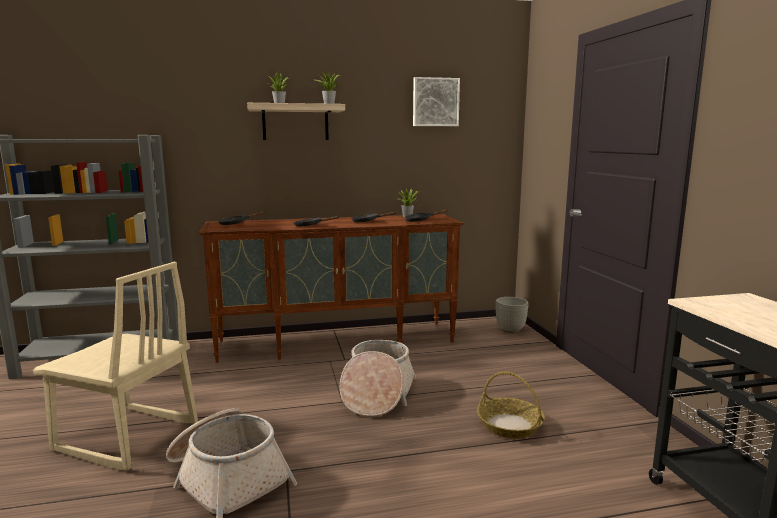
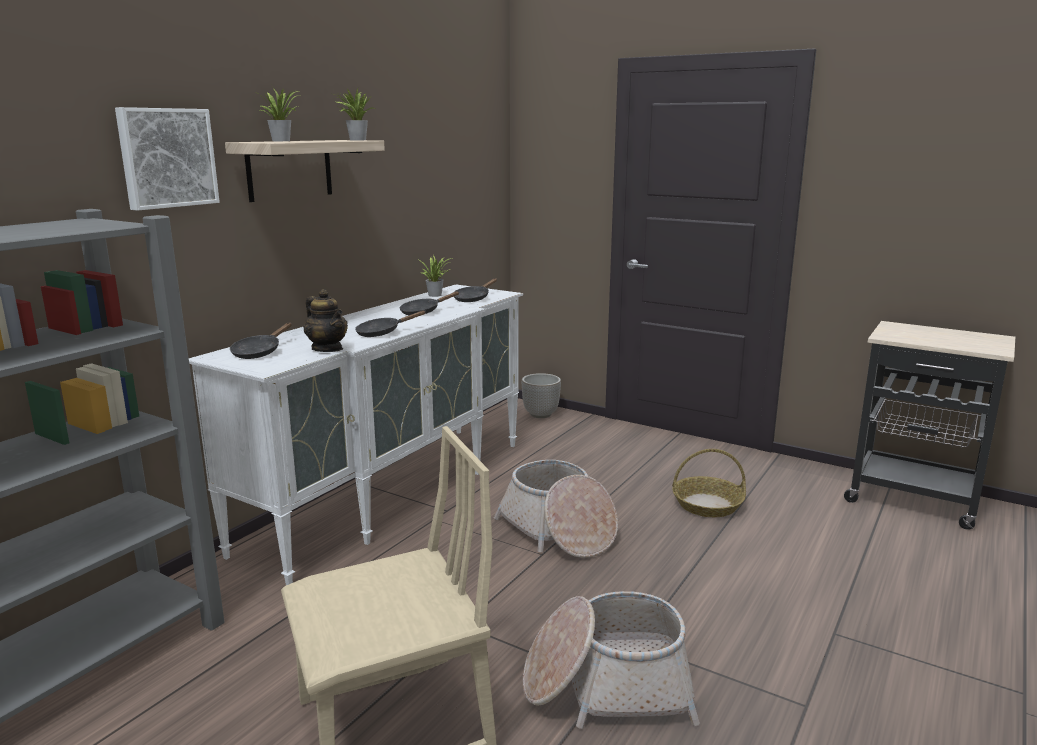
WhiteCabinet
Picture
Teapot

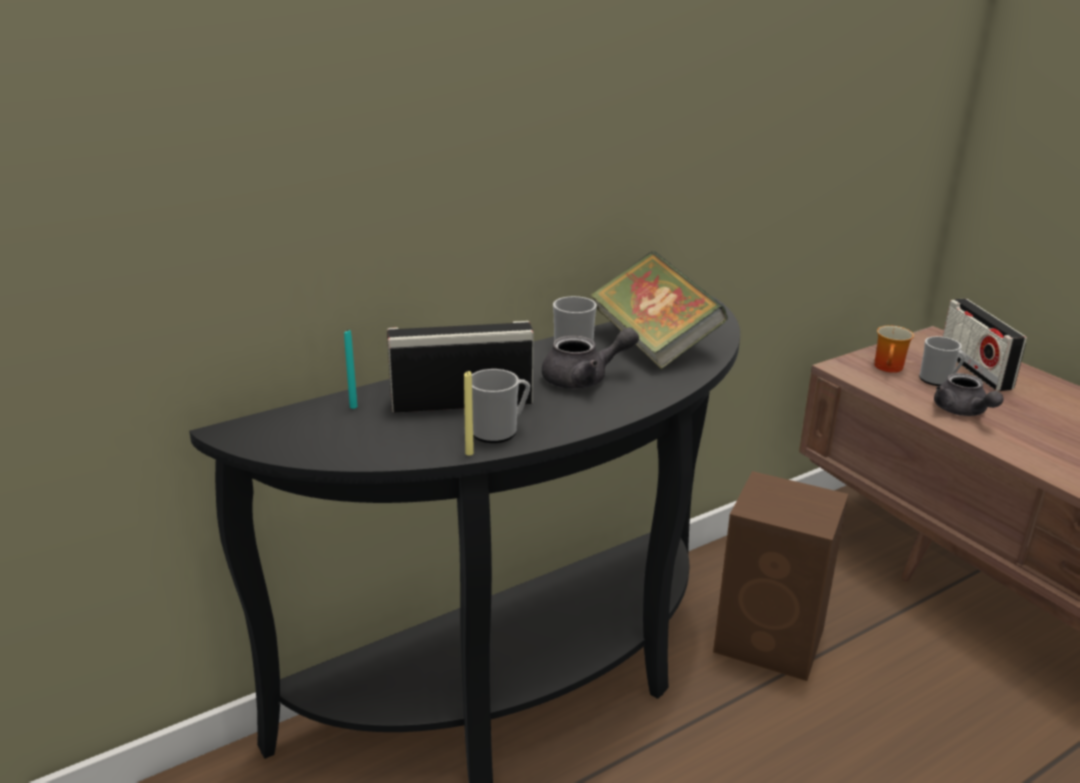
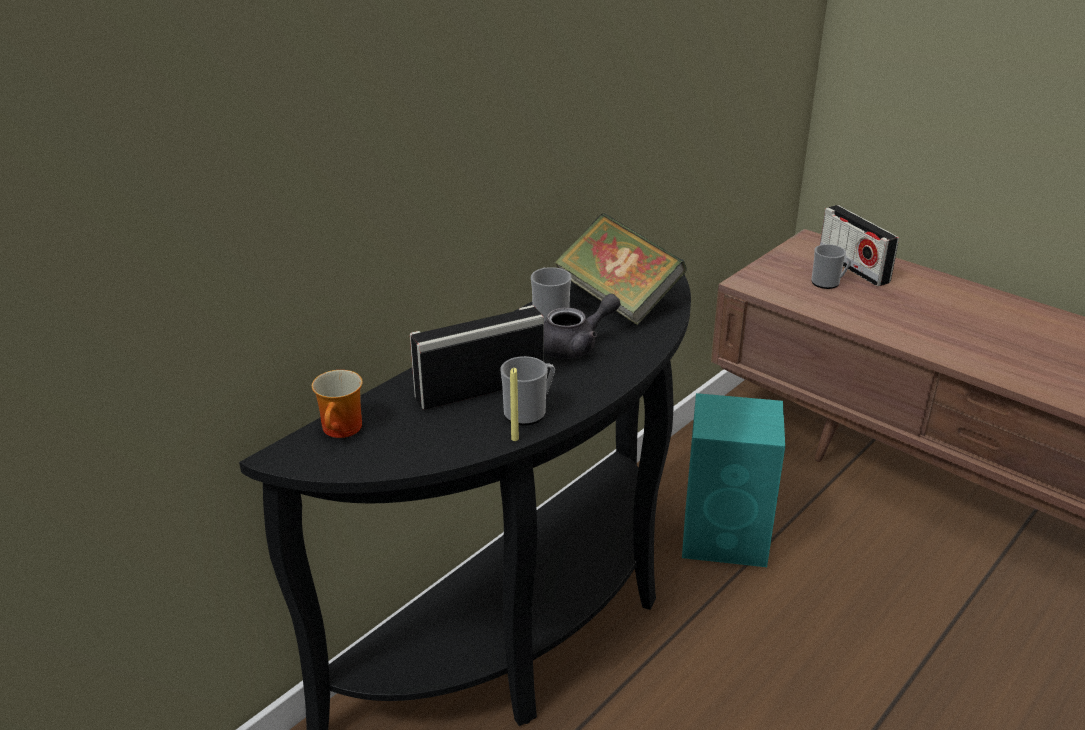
TurquoiseCandle
TurquoiseSpeaker
Mug (no. 1 from left)
GreyTeapot (no. 2 from left in the first image)

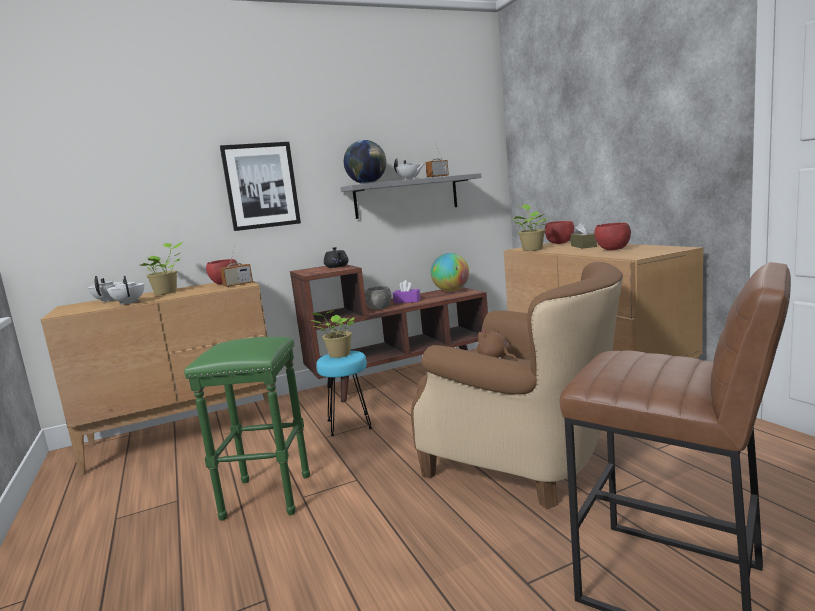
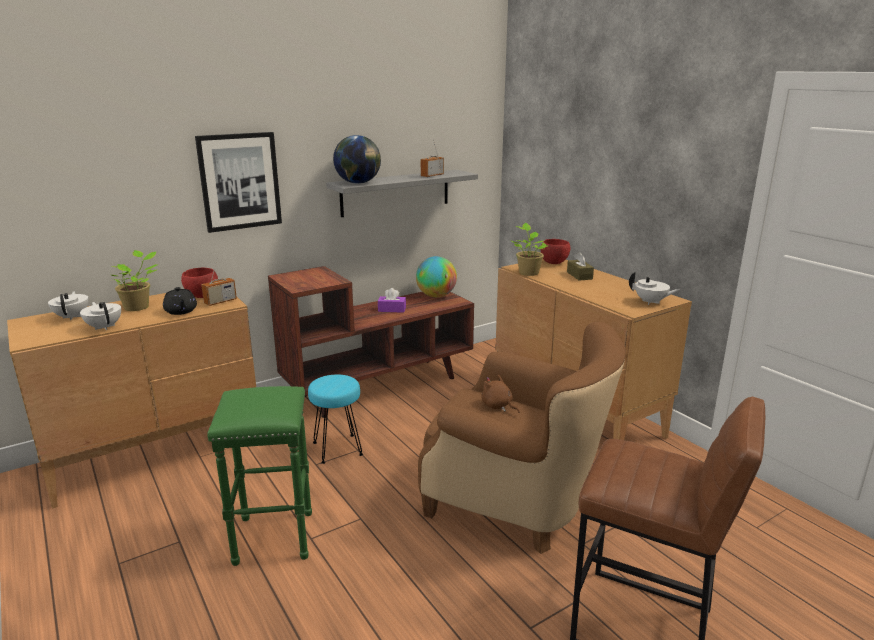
PottedPlant (no. 2 from left in the first image)
BlackTeapot
GreyBowl
WhiteTeapot (no. 3 from left)
RedBowl (no. 3 from left in the first image)

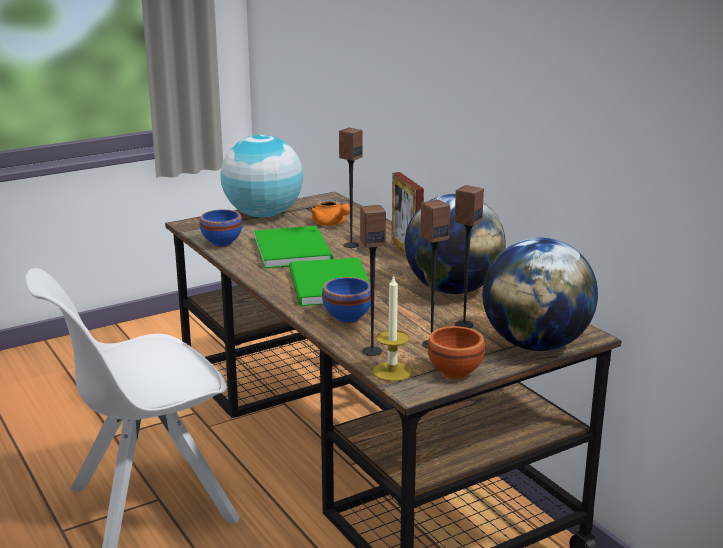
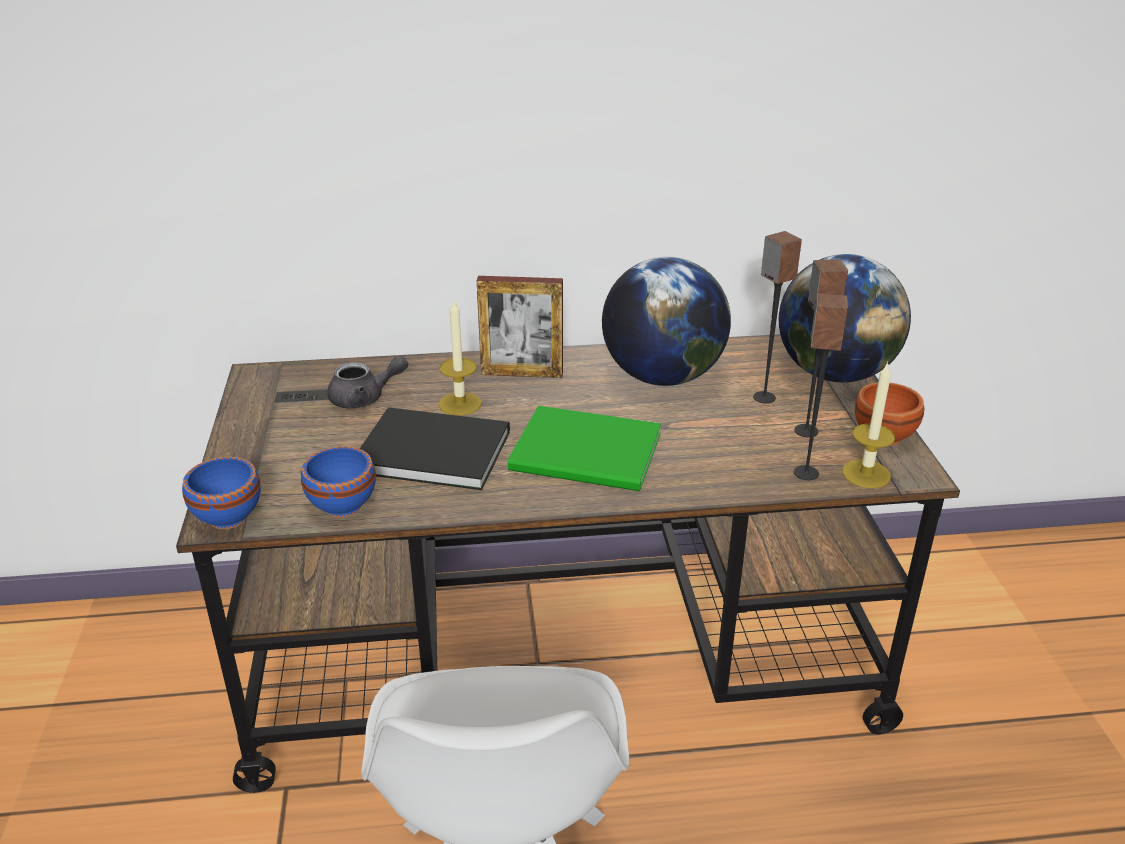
Globe (no. 1 from left in the first image)
BlackBook
GreyTeapot
BlueBowl (no. 1 from left)
Candle (no. 1 from left)

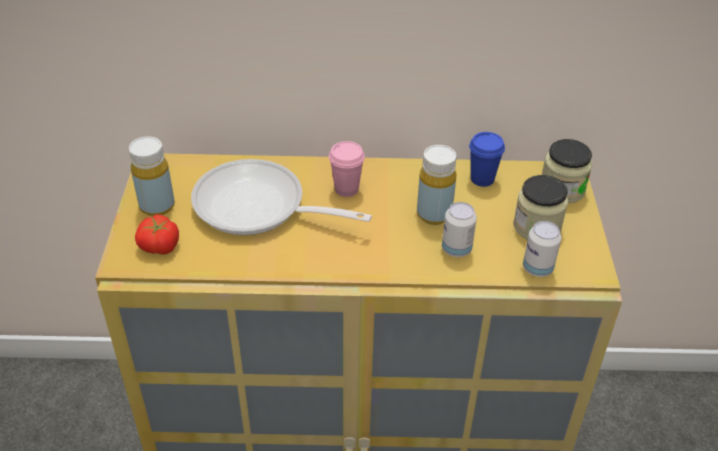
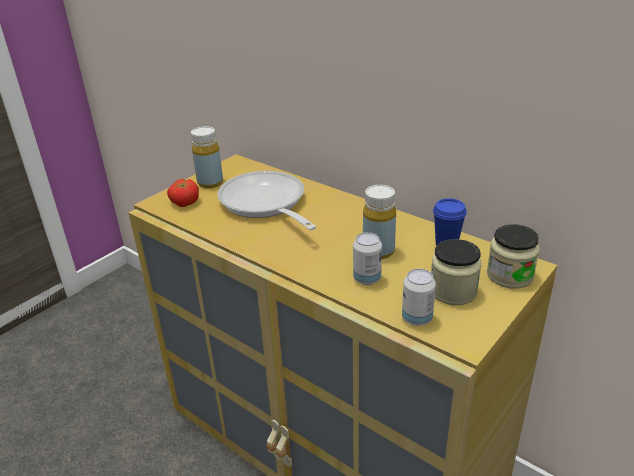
PinkCup

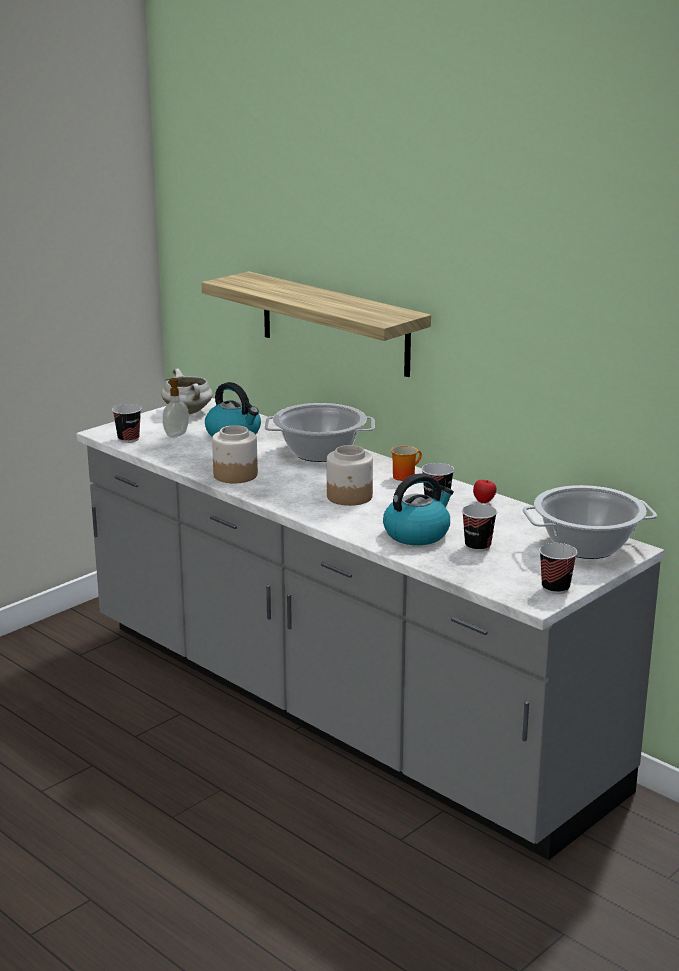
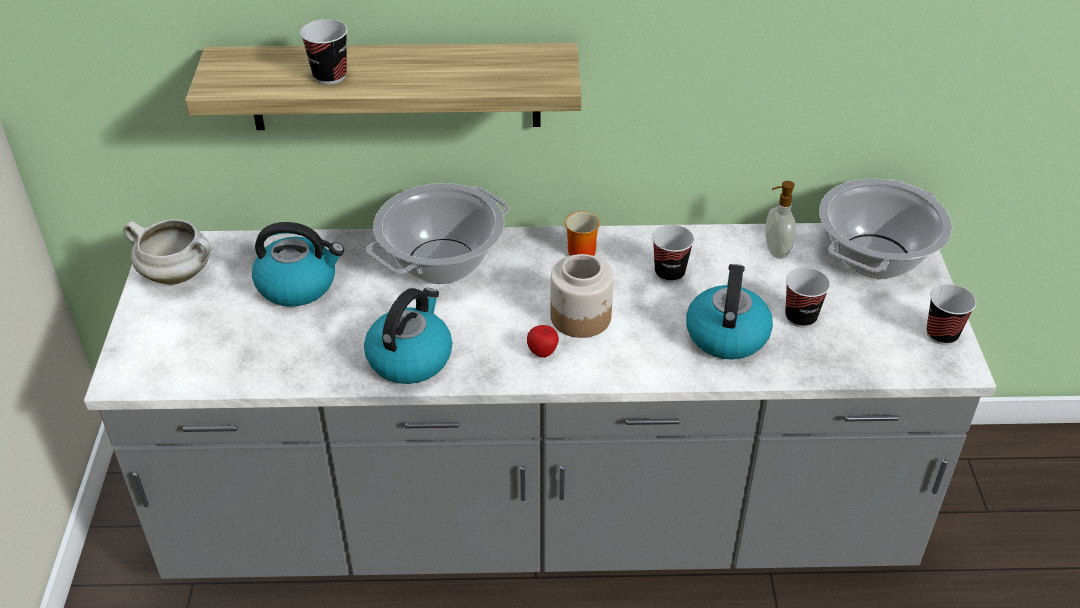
Cup (no. 1 from left)
SoapDispenser
Kettle (no. 2 from left)
Apple

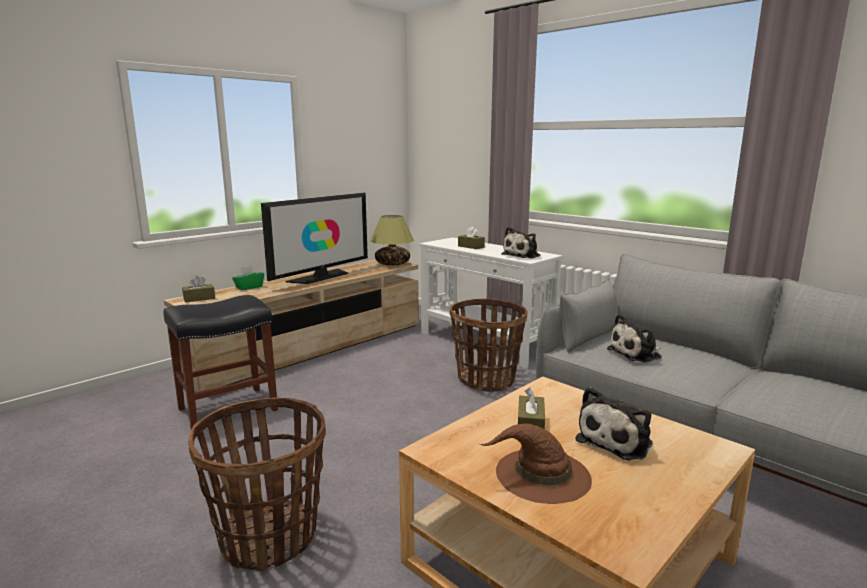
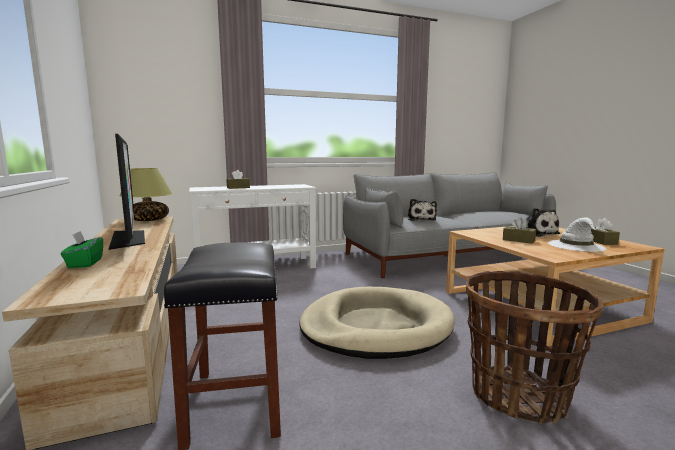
BrownTissueBox (no. 3 from left)
Basket (no. 2 from left in the first image)
WhiteHat
PlushToy (no. 1 from left in the first image)
BeigeDogBed

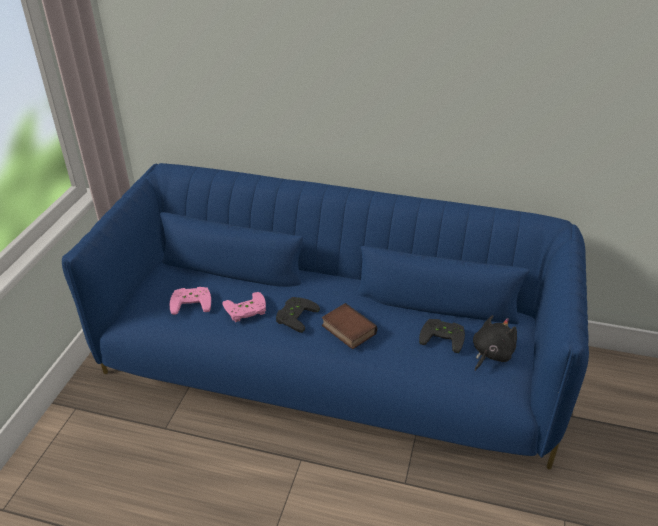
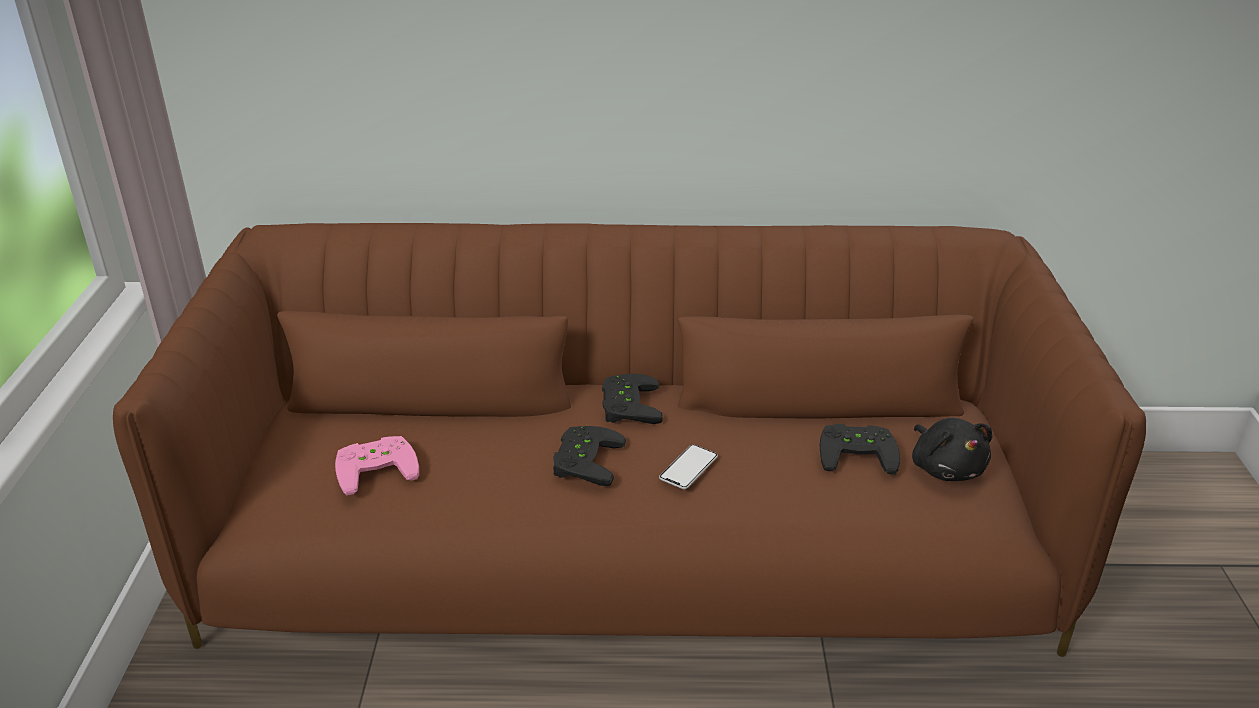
BrownSofa
PinkGameController (no. 2 from left in the first image)
Phone
BlackPlushToy
BlackGameController (no. 2 from left)

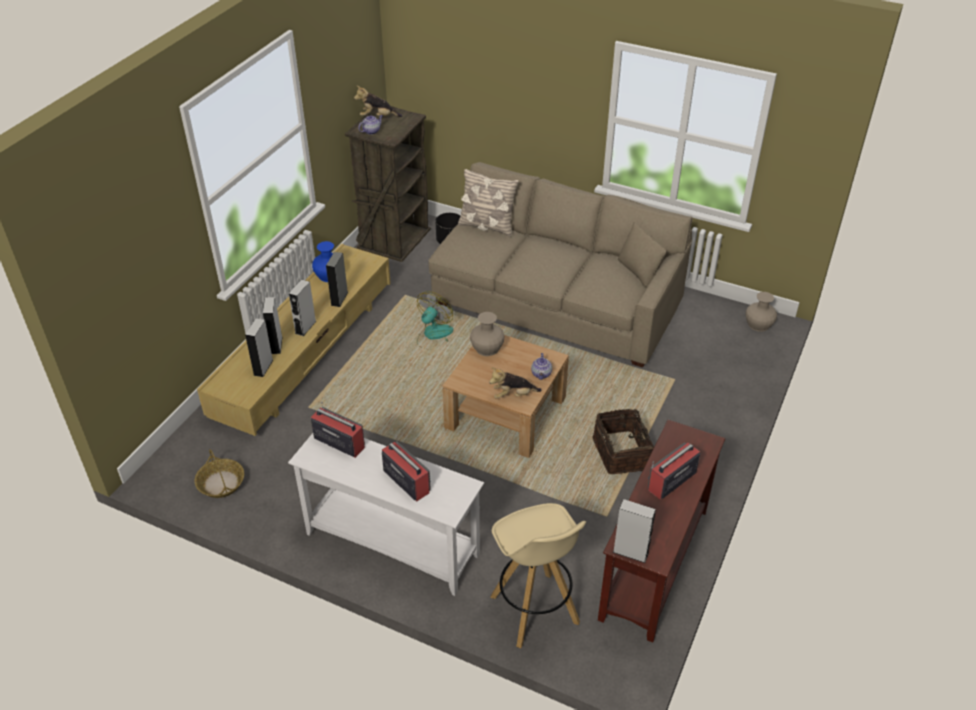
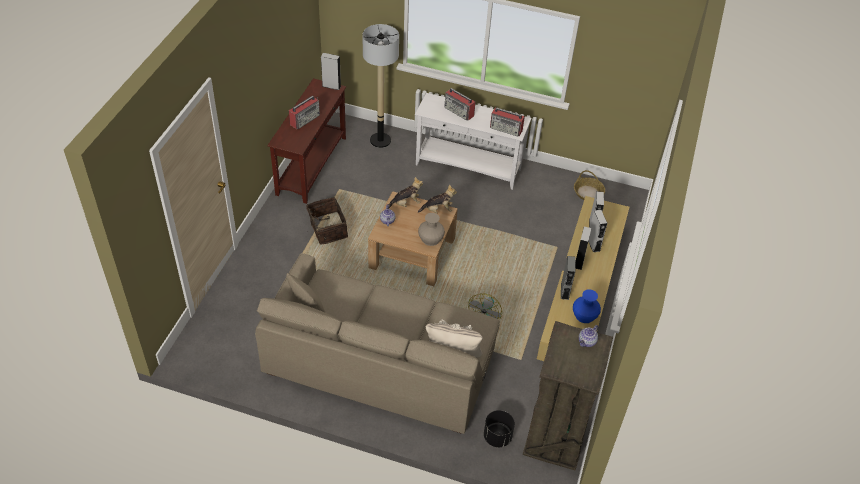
PlushToy (no. 2 from left)
FloorLamp
BeigeVase (no. 2 from left in the first image)

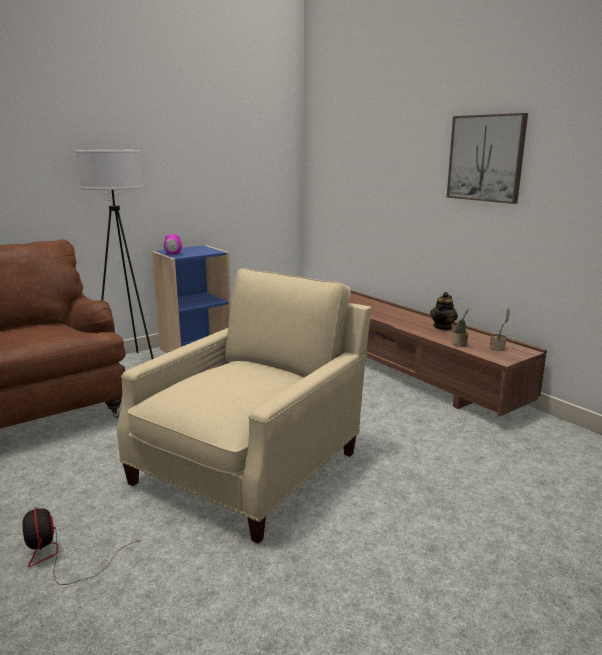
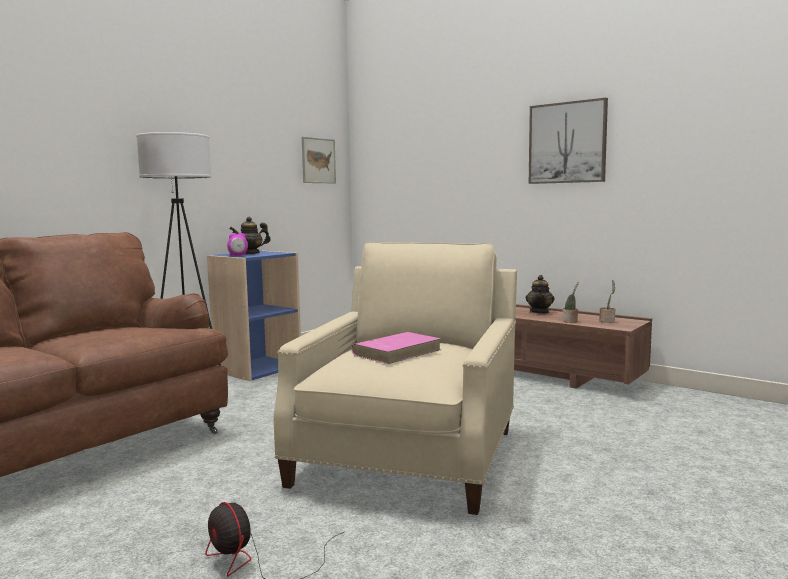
Teapot (no. 1 from left)
Picture (no. 1 from left)
PinkBook

